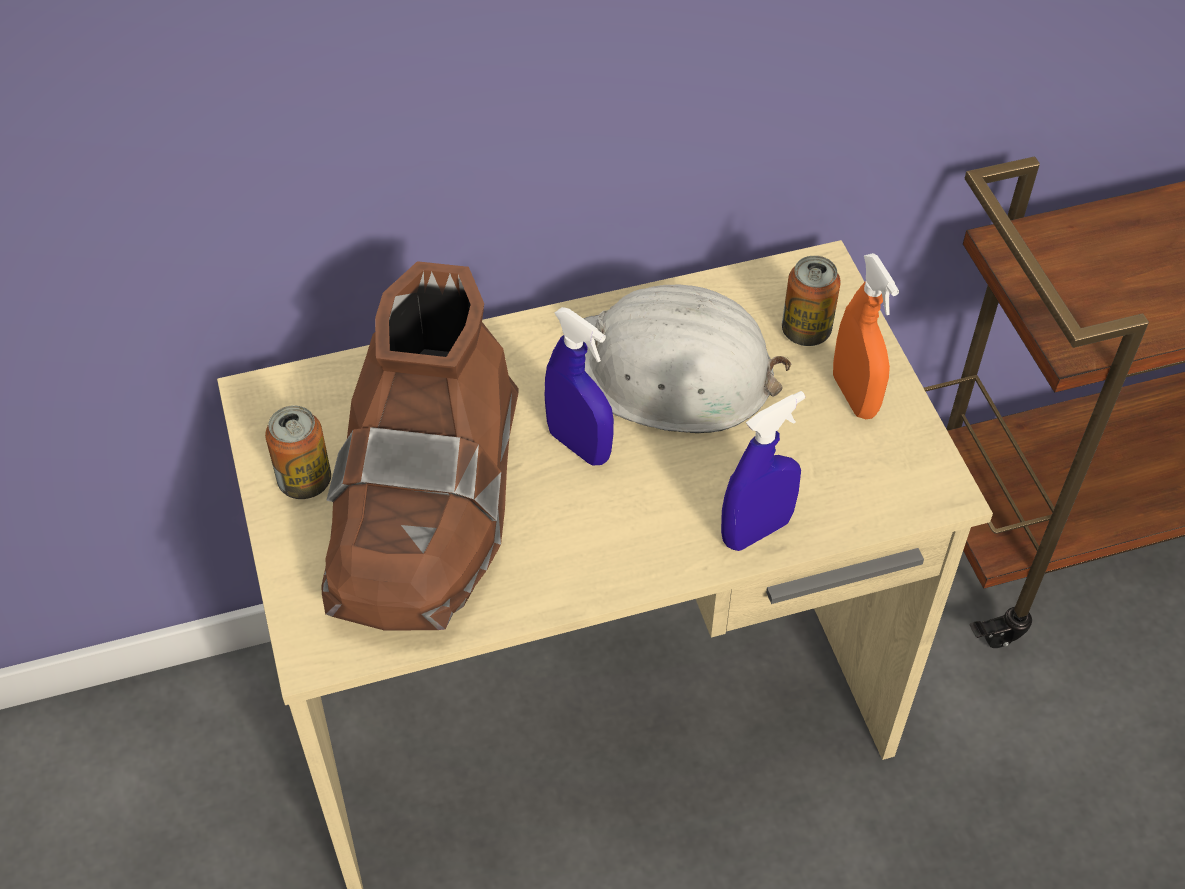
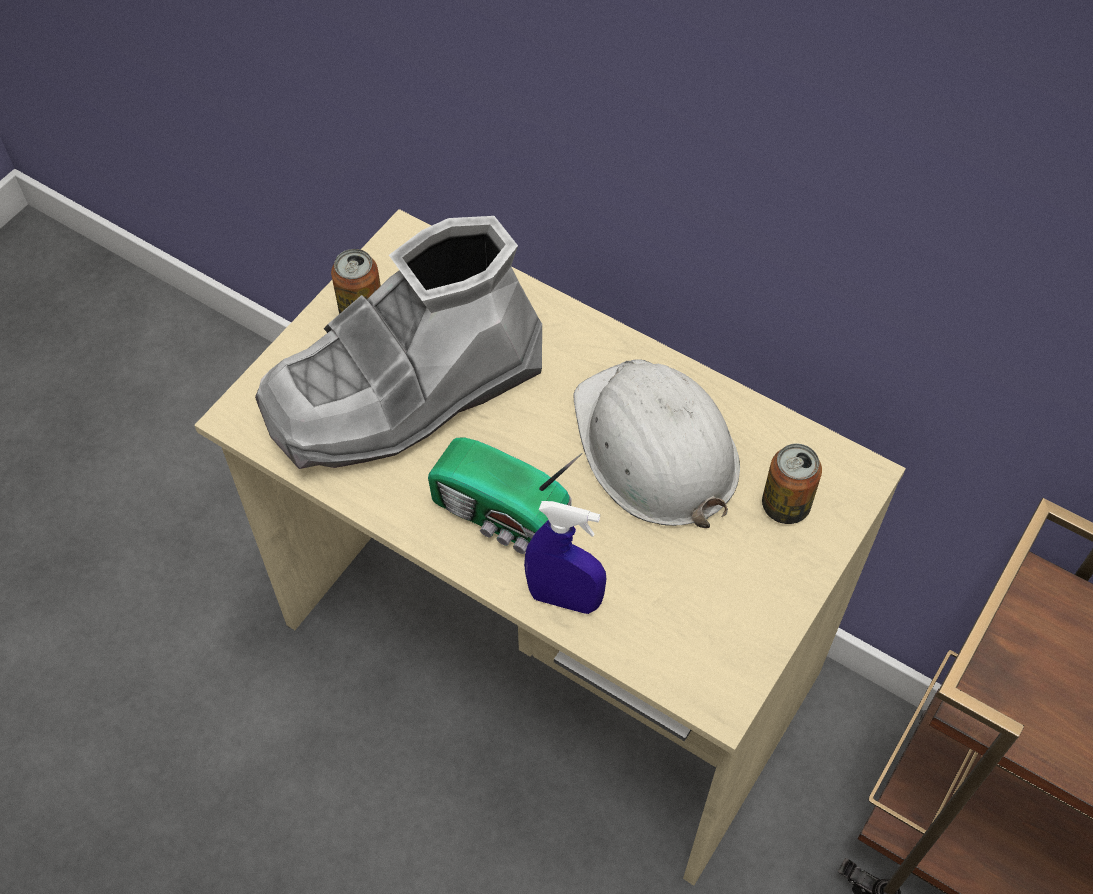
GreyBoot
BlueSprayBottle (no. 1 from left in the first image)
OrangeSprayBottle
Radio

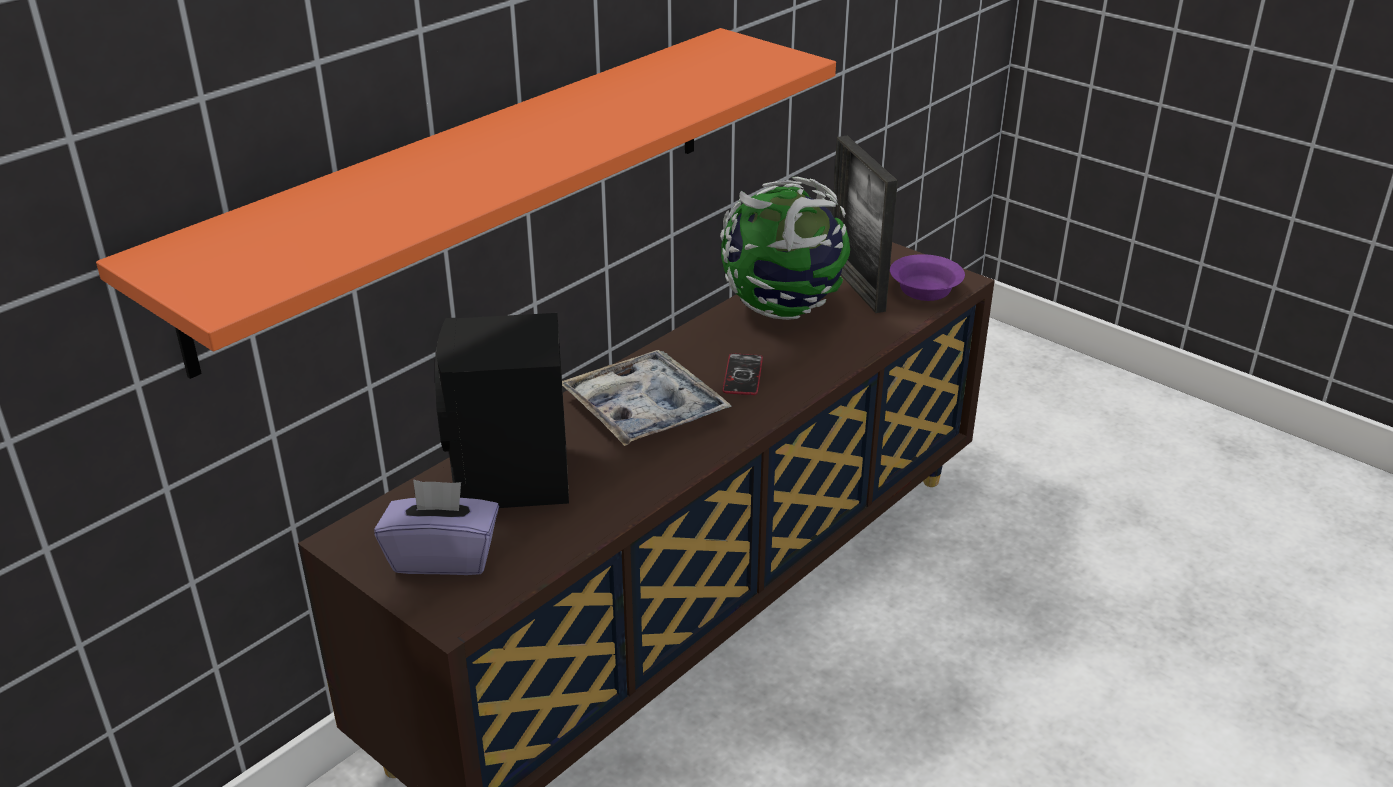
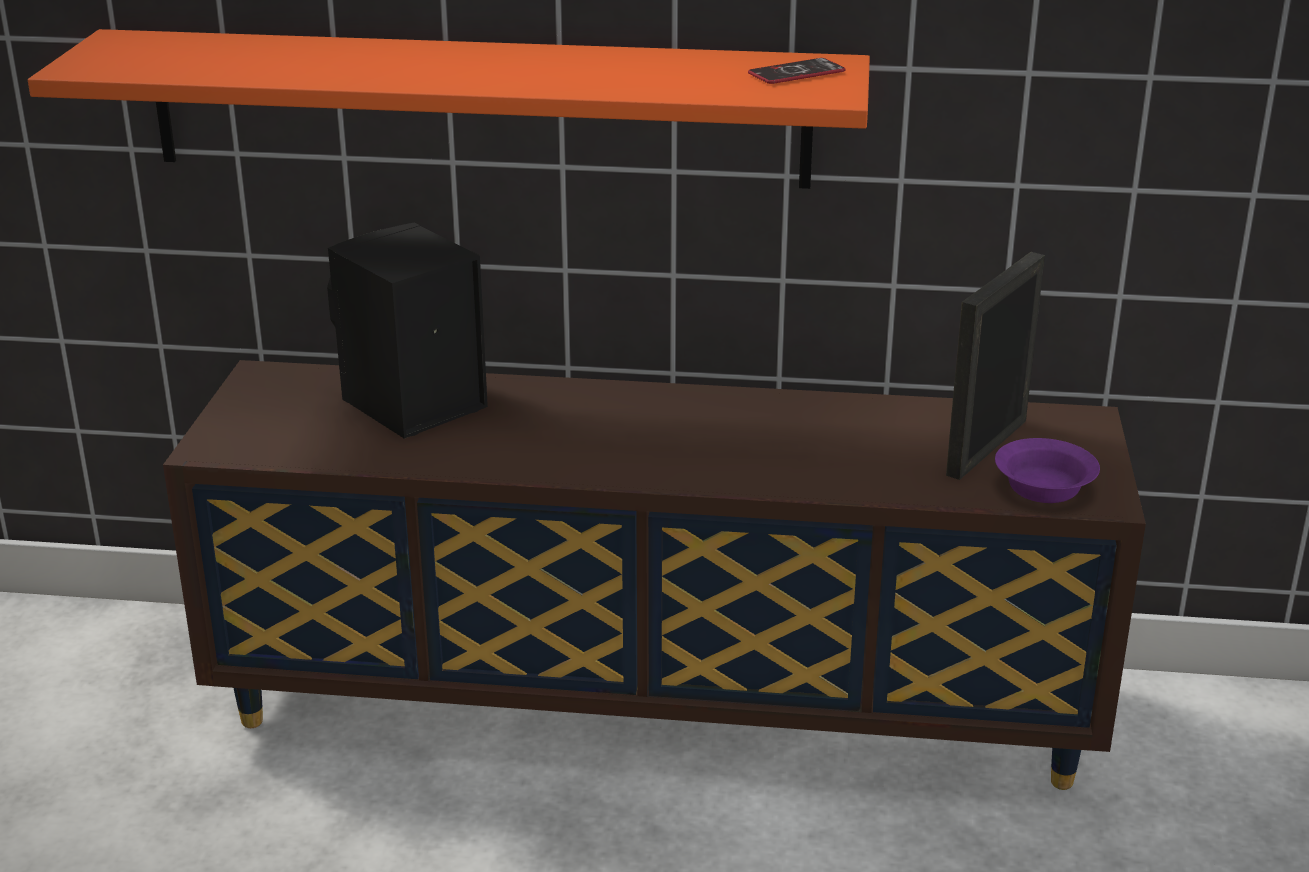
PurpleTissueBox
Tray
Globe
Phone

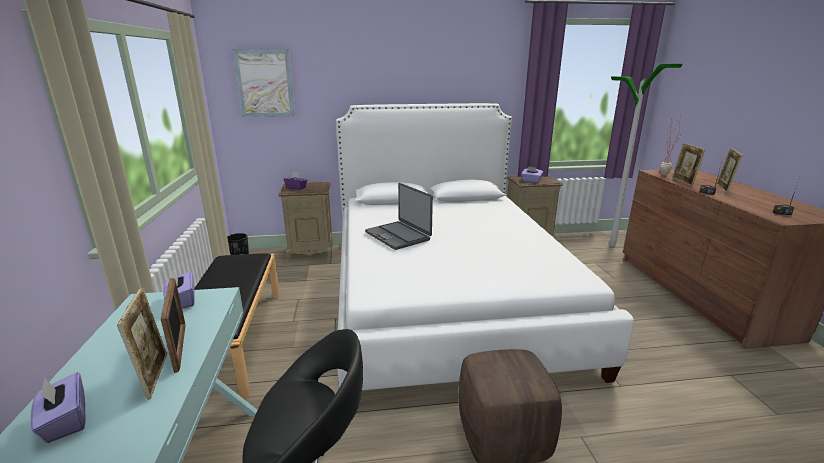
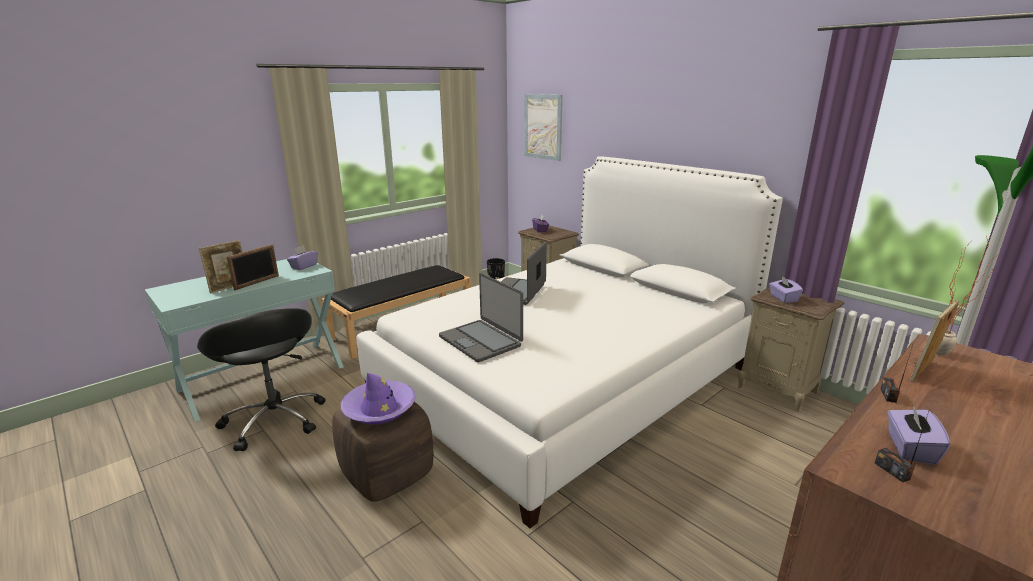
PurpleTissueBox (no. 4 from left)
PictureFrame (no. 4 from left in the first image)
PurpleHat
Laptop (no. 1 from left)

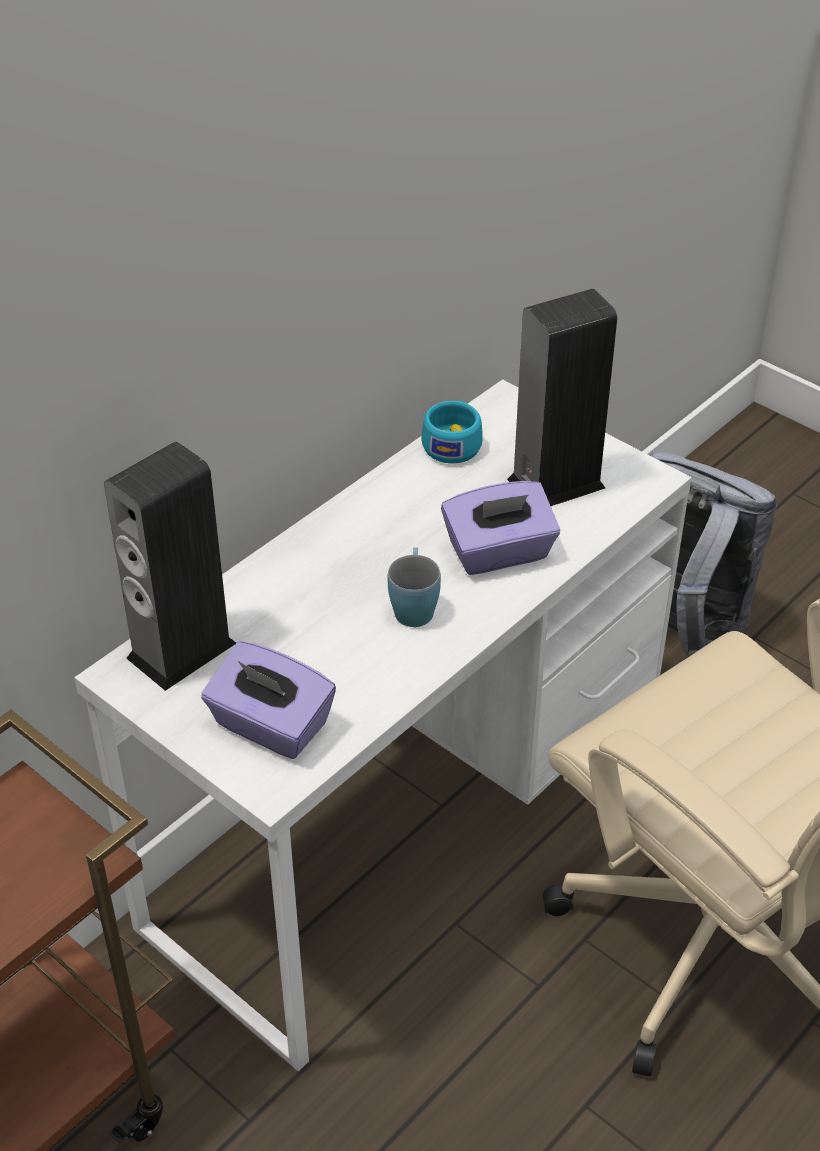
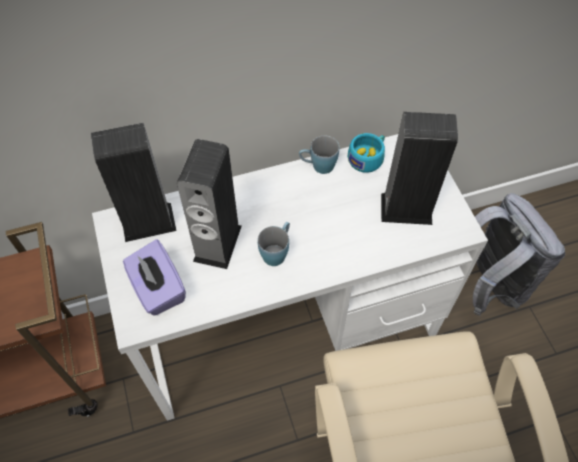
PurpleTissueBox (no. 2 from left in the first image)
Speaker (no. 2 from left)
BlueMug (no. 2 from left)

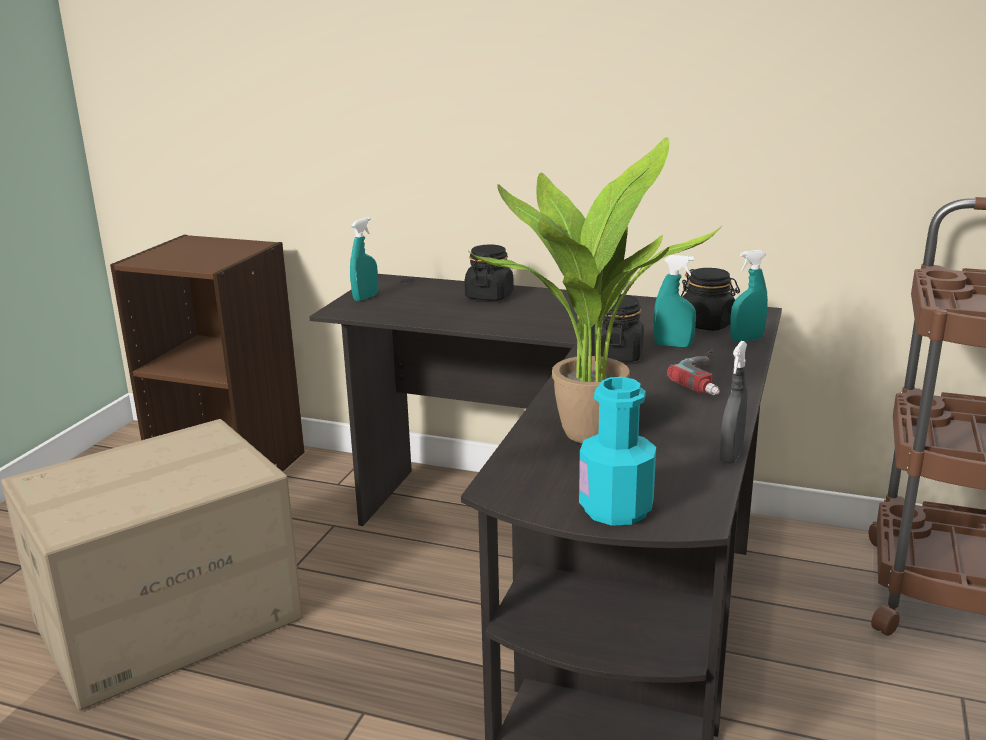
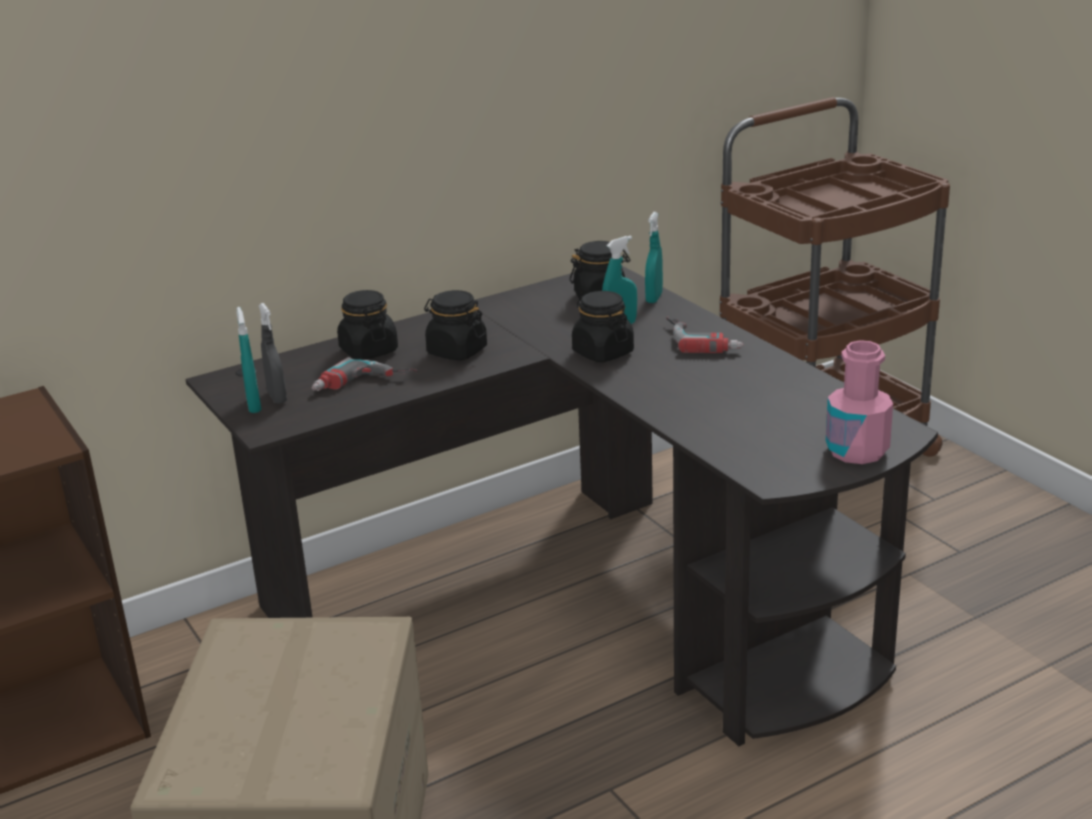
PottedPlant
PinkBottle
GreySprayBottle
PowerDrill (no. 1 from left)
BlackJar (no. 2 from left)

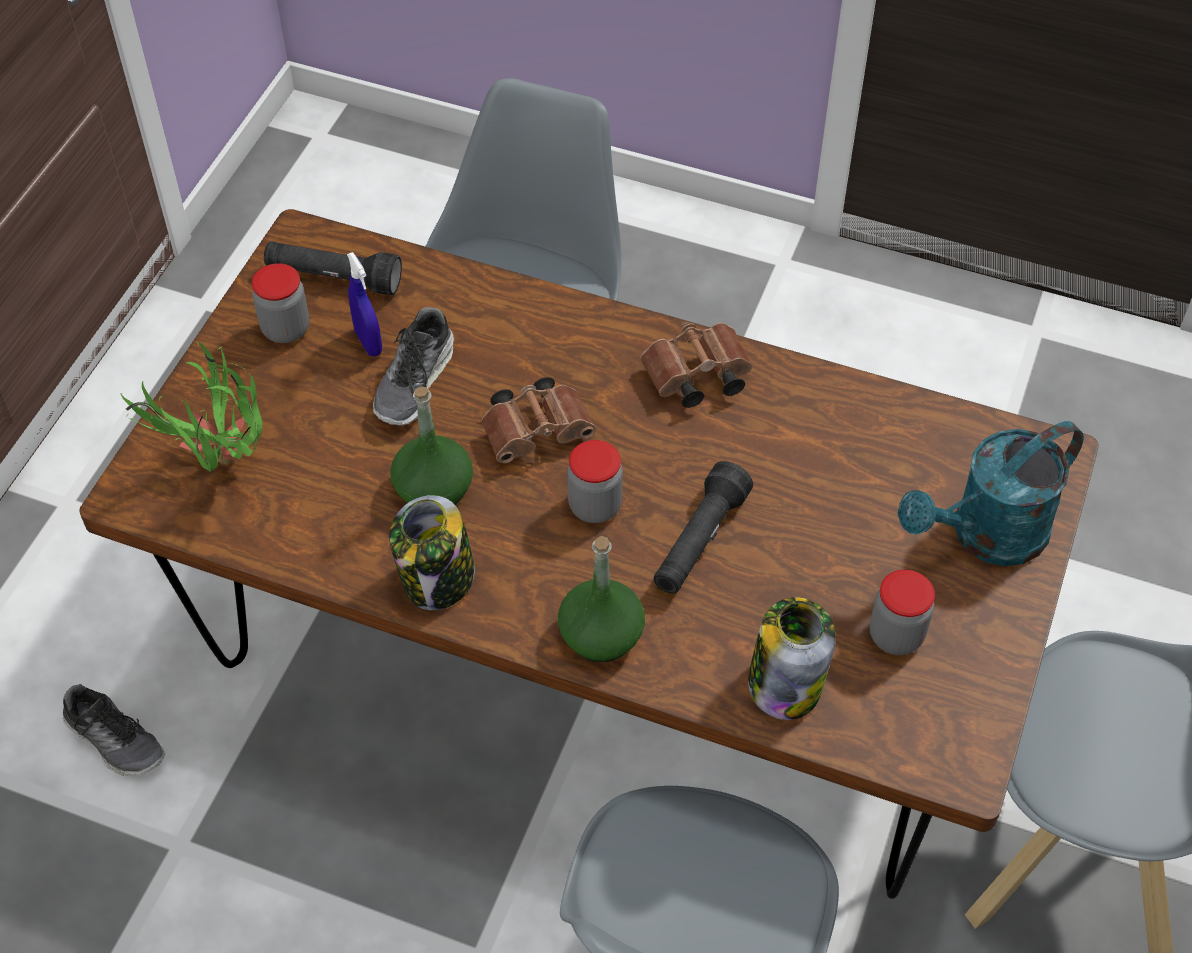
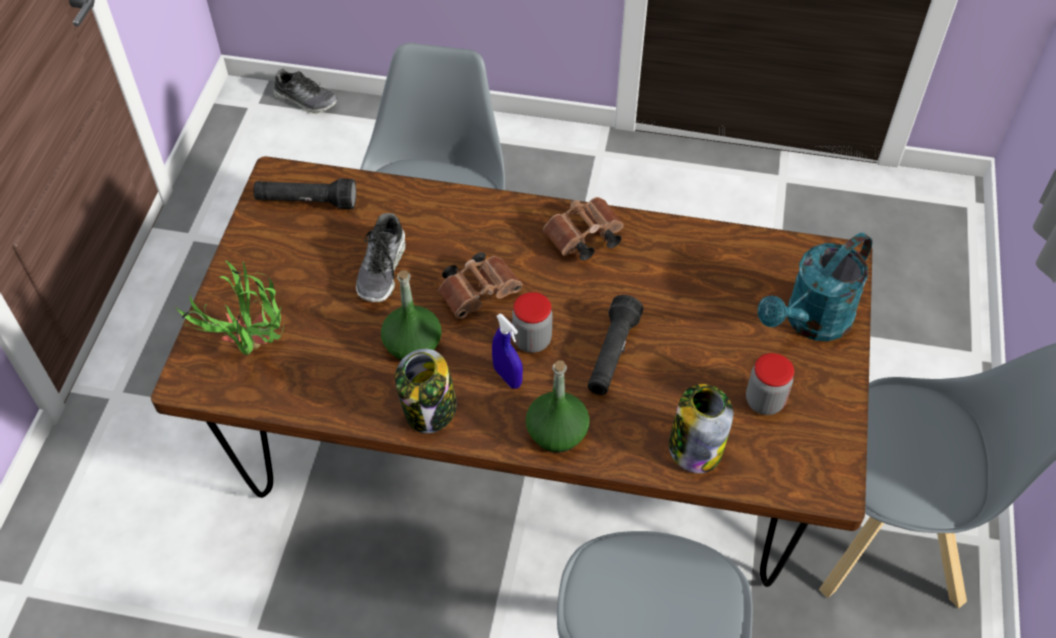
Shoe (no. 1 from left)
Jar (no. 1 from left in the first image)
BlueSprayBottle

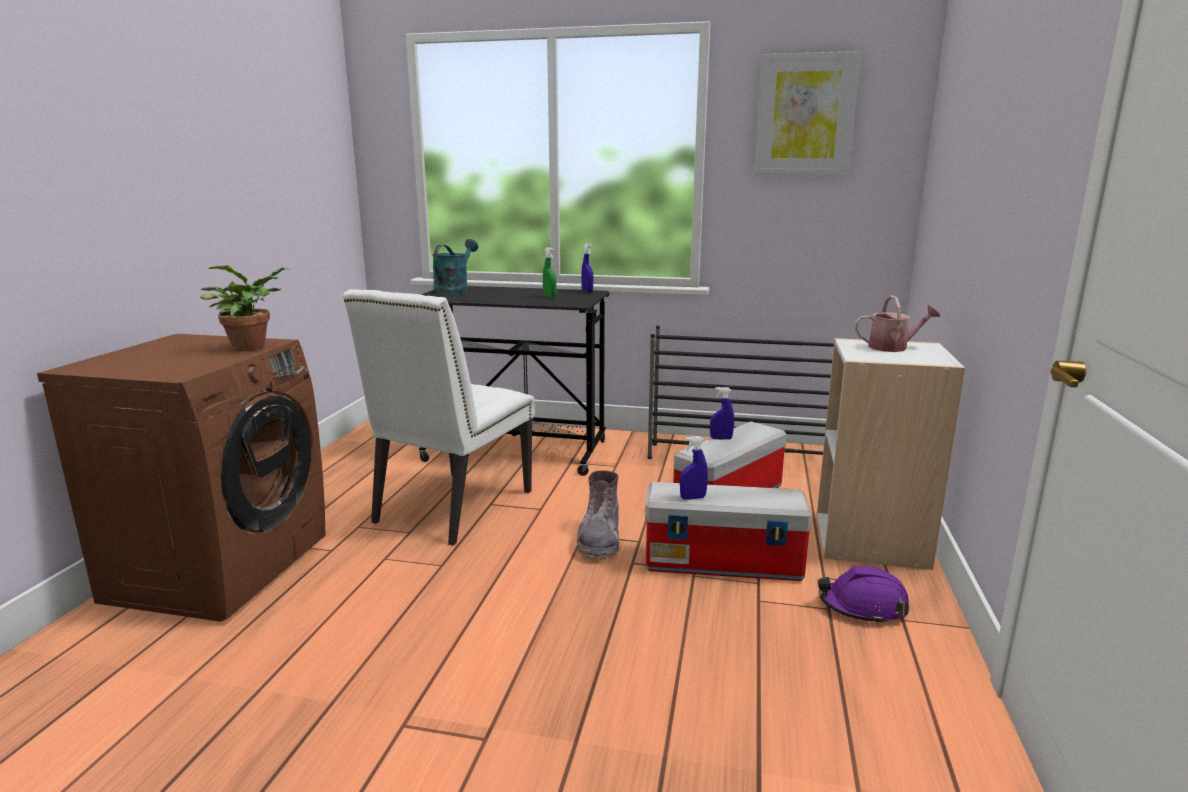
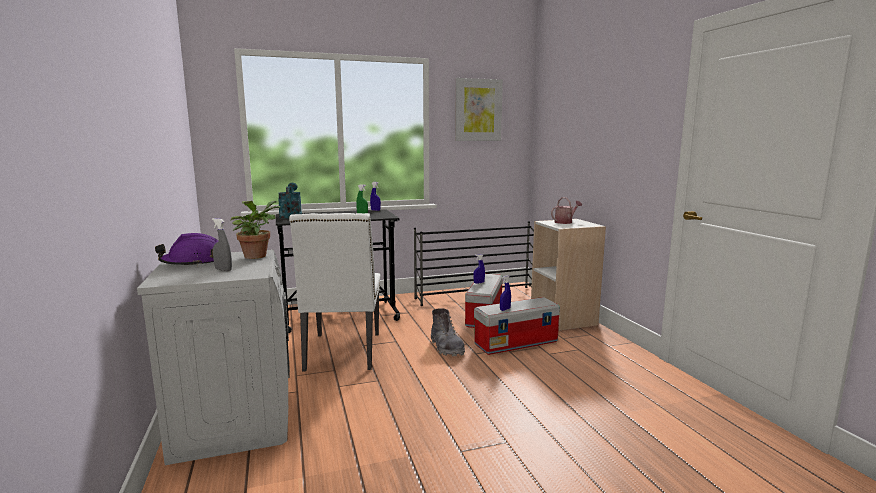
WhiteWashingMachine
PurpleHardHat
GreySprayBottle

